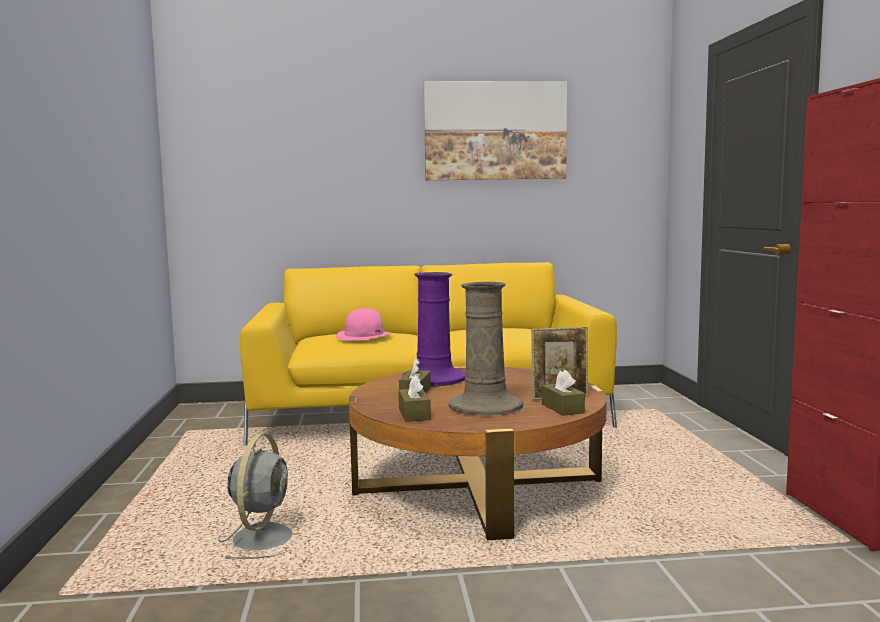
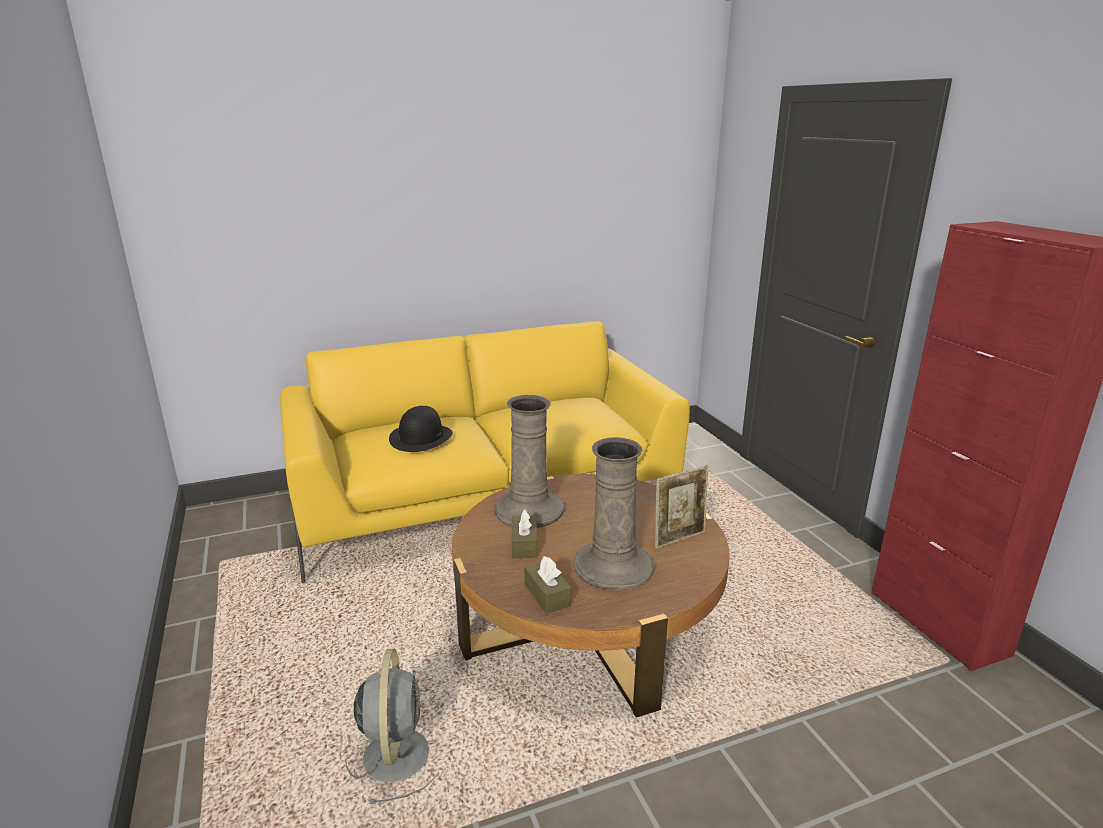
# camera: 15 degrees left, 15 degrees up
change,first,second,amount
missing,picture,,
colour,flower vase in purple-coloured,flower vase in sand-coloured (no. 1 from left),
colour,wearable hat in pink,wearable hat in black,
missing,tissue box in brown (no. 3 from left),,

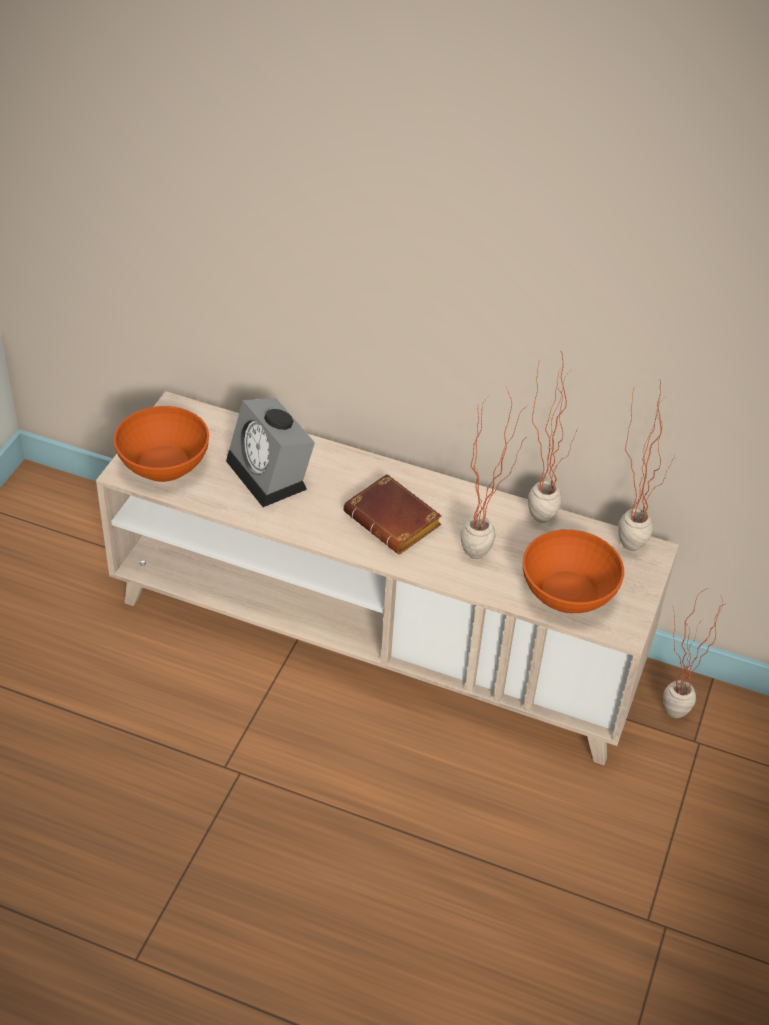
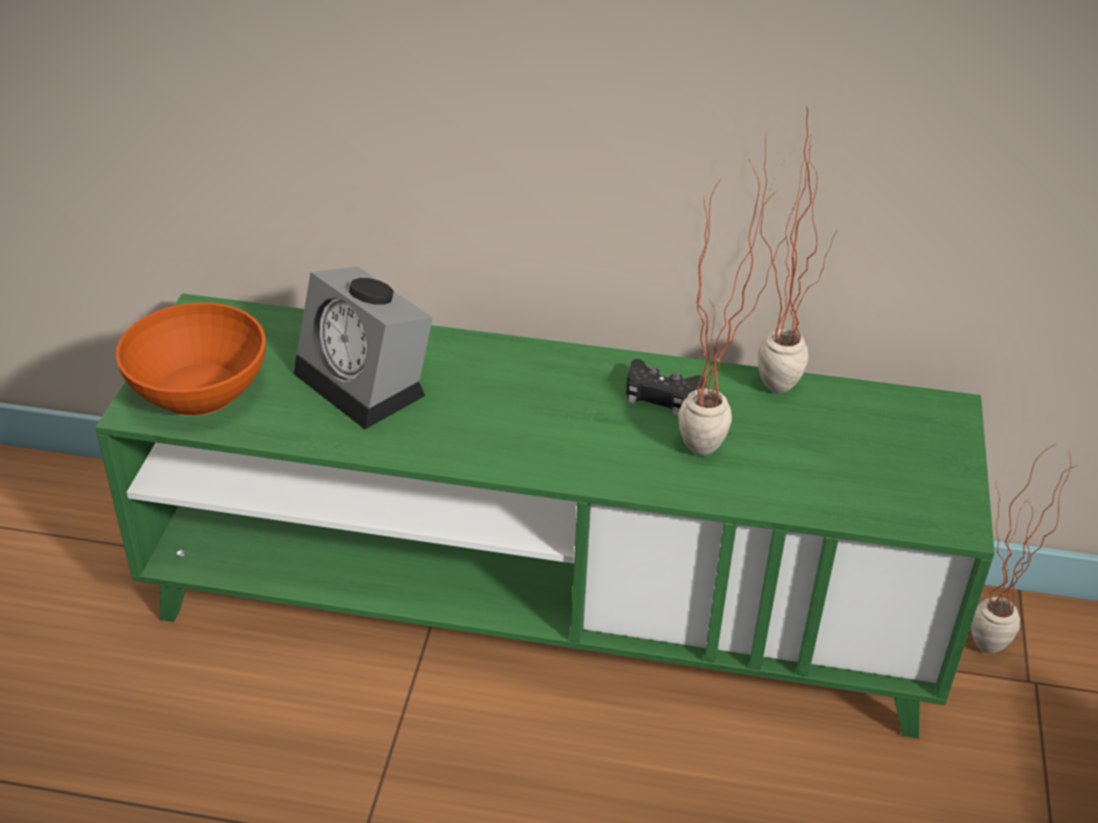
# camera: 10 degrees left, 5 degrees down
change,first,second,amount
missing,houseplant (no. 3 from left),,
colour,tv unit in sand-coloured,tv unit in greenish,
missing,volume in brown,,
missing,bowl in orange-coloured (no. 2 from left),,
appeared,,gamepad in black,

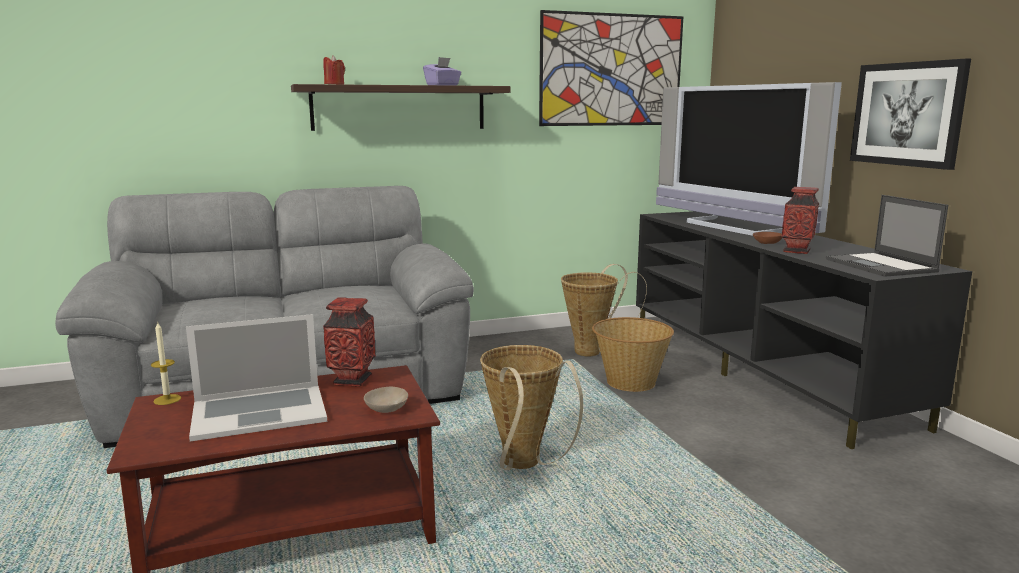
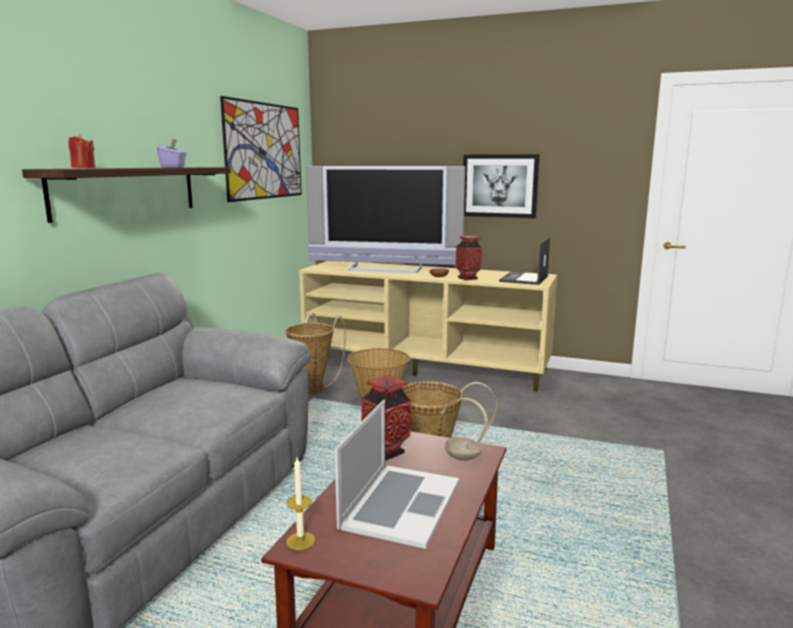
# camera: 50 degrees left, 0 degrees up
change,first,second,amount
spun,notebook computer (no. 2 from left),,90 degrees clockwise
colour,tv unit in black,tv unit in sand-coloured,

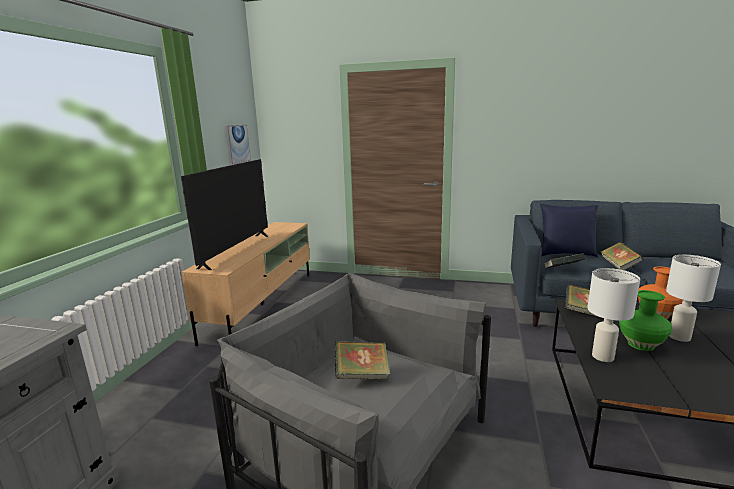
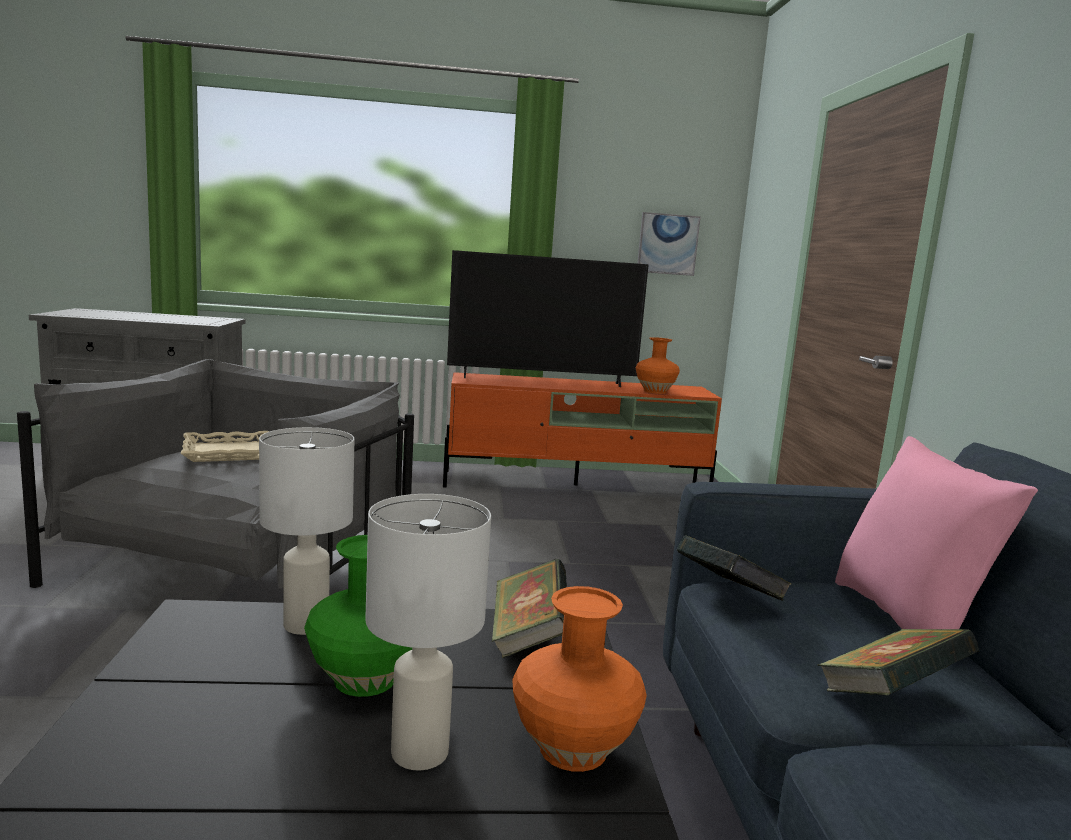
# camera: 70 degrees right, 5 degrees down
change,first,second,amount
colour,cushion in blue,cushion in pink,
colour,tv unit in sand-coloured,tv unit in orange-coloured,
exchanged,volume (no. 1 from left),carrying tray in sand-coloured,
appeared,,flower vase in orange-coloured (no. 2 from left),

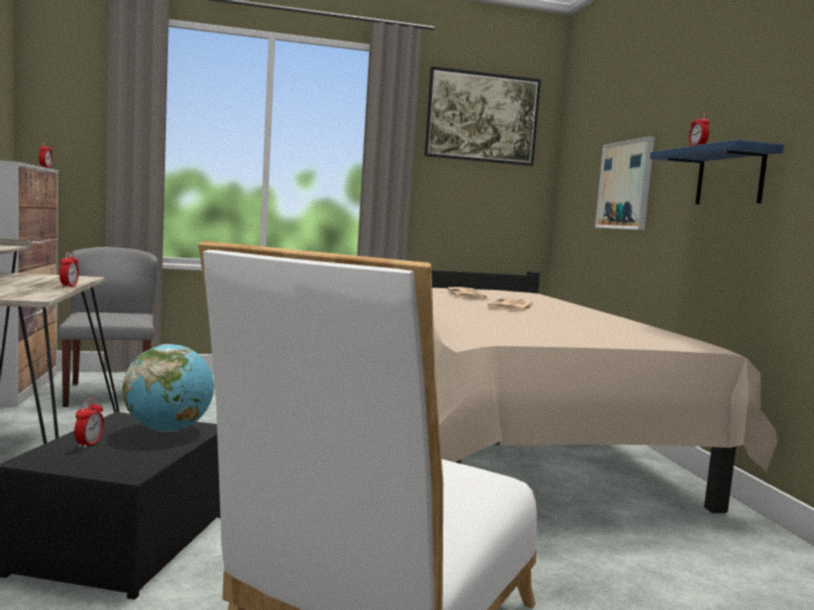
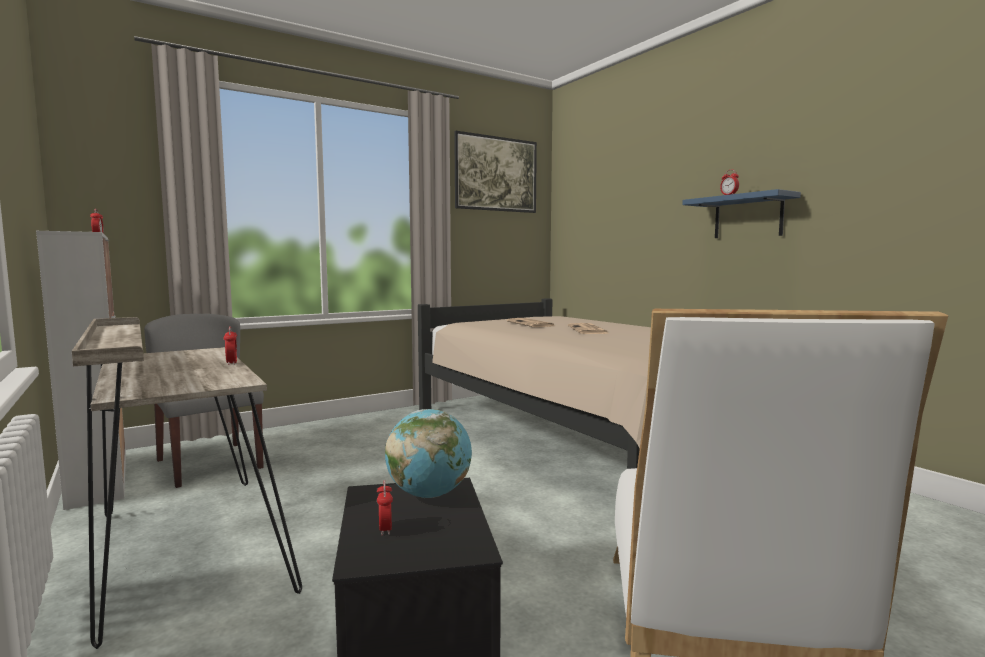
# camera: 20 degrees left, 0 degrees up
change,first,second,amount
missing,picture (no. 2 from left),,

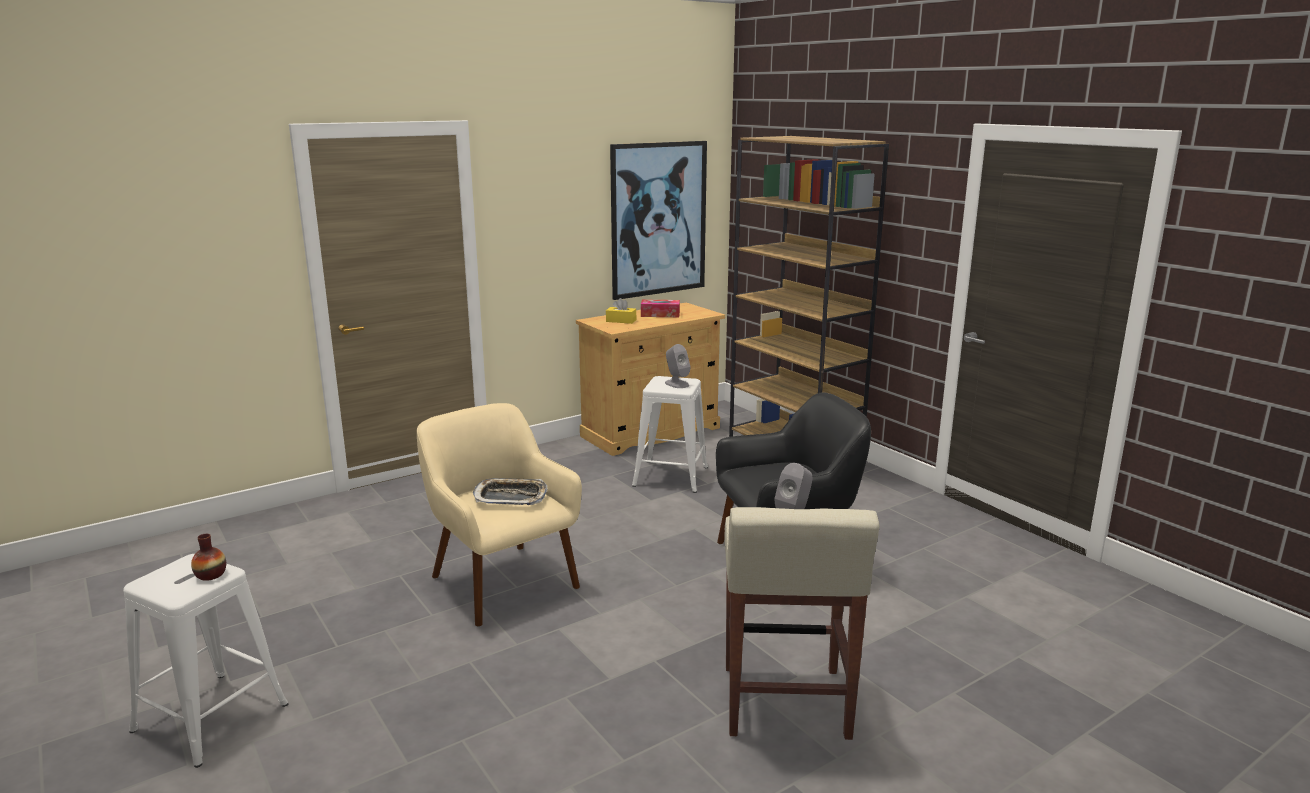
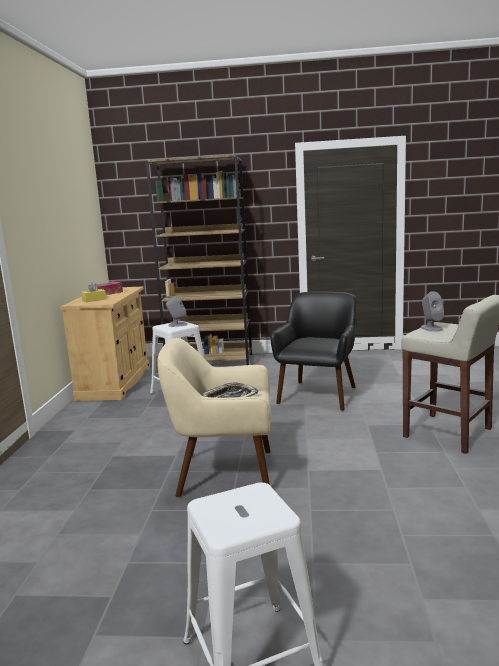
# camera: 50 degrees left, 5 degrees down
change,first,second,amount
missing,picture,,
missing,flower vase,,

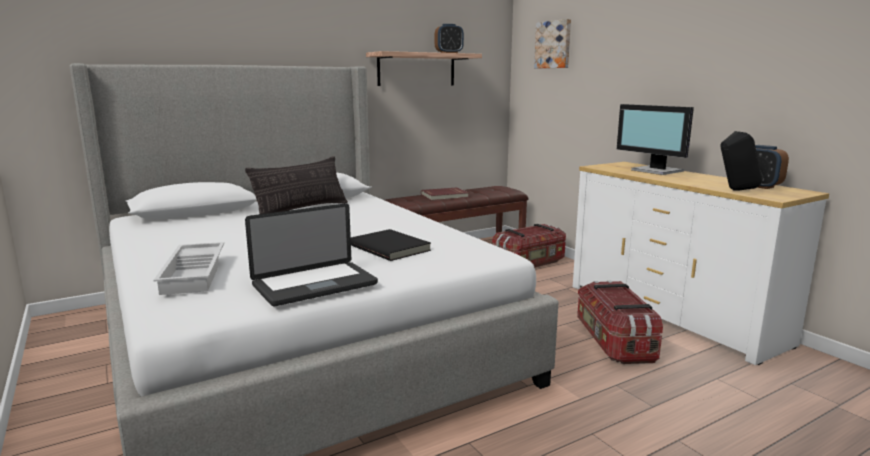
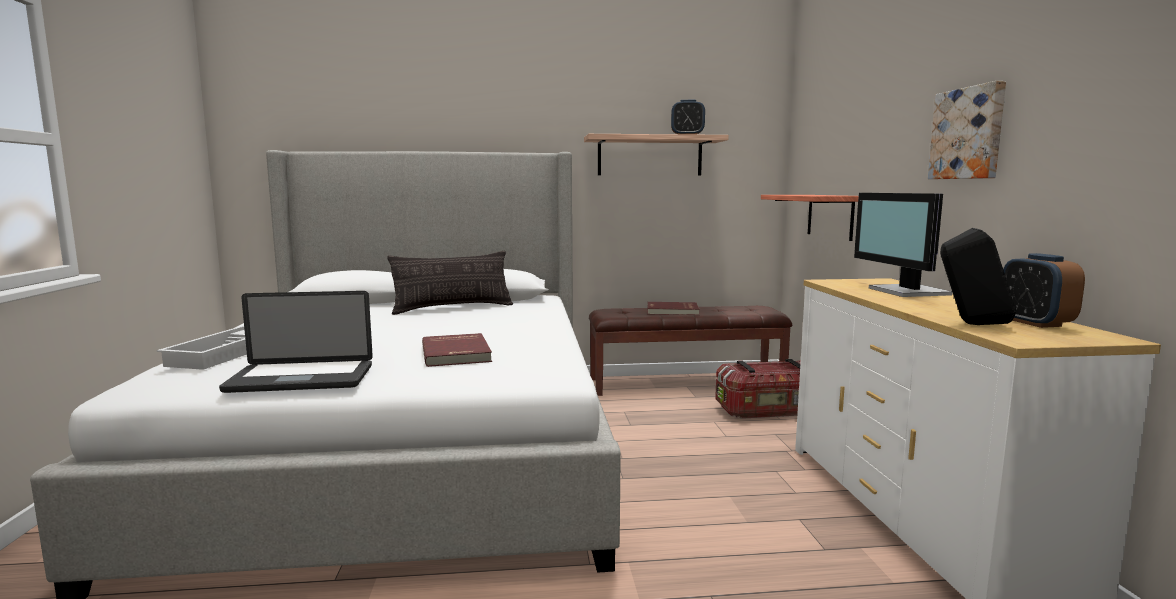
# camera: 25 degrees right, 5 degrees down
change,first,second,amount
relocated,picture,,
colour,volume in black,volume in reddish (no. 1 from left),
missing,storage box (no. 2 from left),,
appeared,,shelf (no. 2 from left),

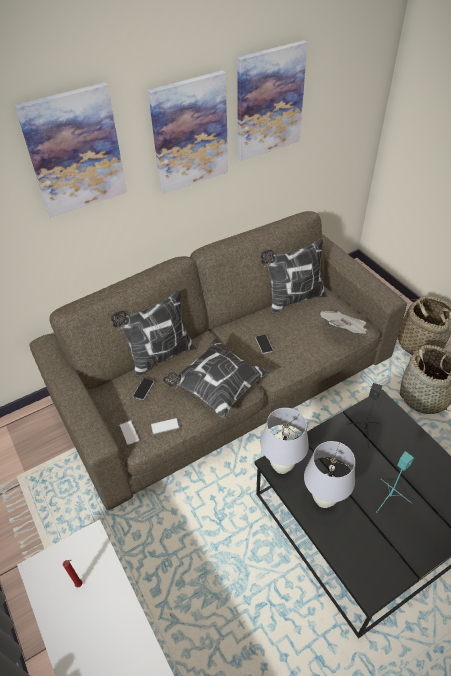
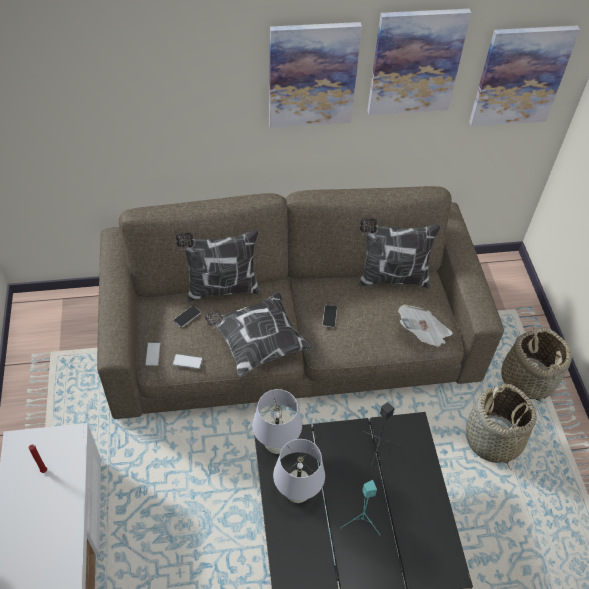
# camera: 20 degrees right, 5 degrees up
change,first,second,amount
relocated,picture (no. 1 from left in the first image),picture (no. 3 from left),

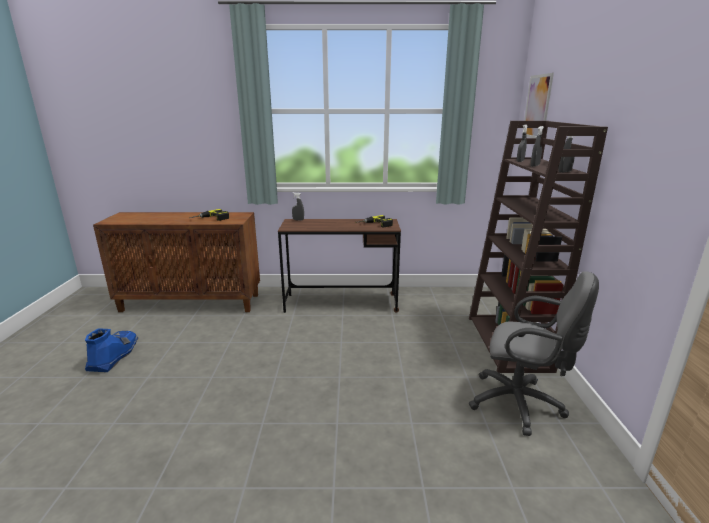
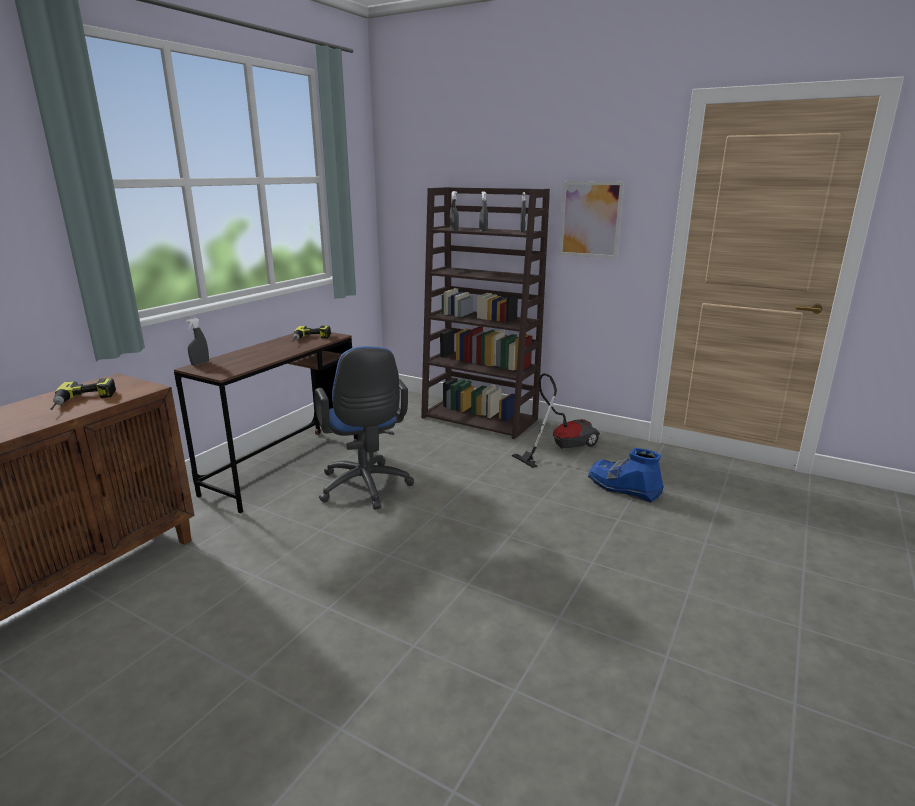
# camera: 60 degrees left, 0 degrees up
change,first,second,amount
relocated,picture,,
exchanged,computer chair in grey,hoover,
relocated,boot in blue,,
appeared,,computer chair in blue,

